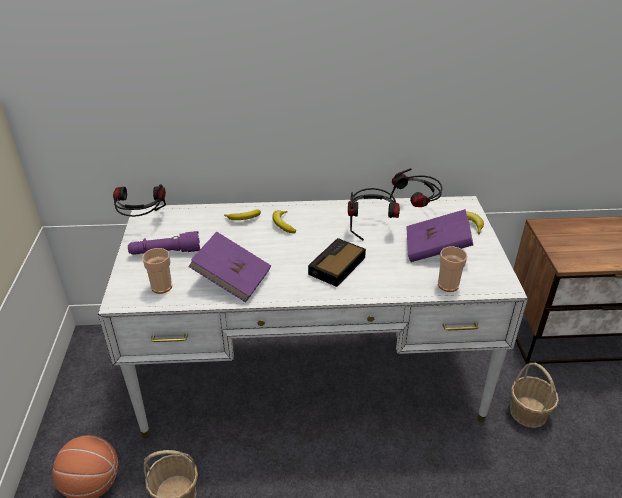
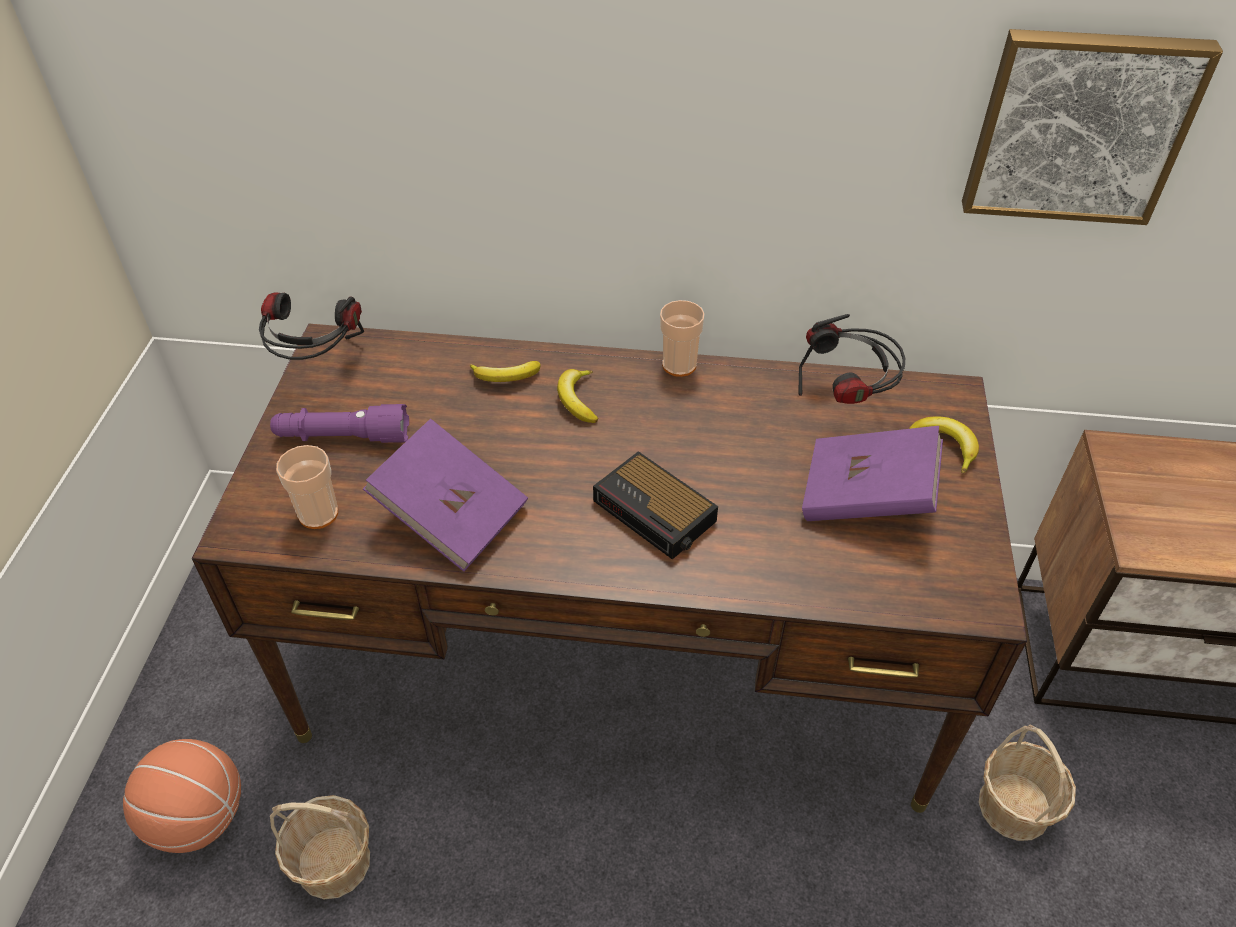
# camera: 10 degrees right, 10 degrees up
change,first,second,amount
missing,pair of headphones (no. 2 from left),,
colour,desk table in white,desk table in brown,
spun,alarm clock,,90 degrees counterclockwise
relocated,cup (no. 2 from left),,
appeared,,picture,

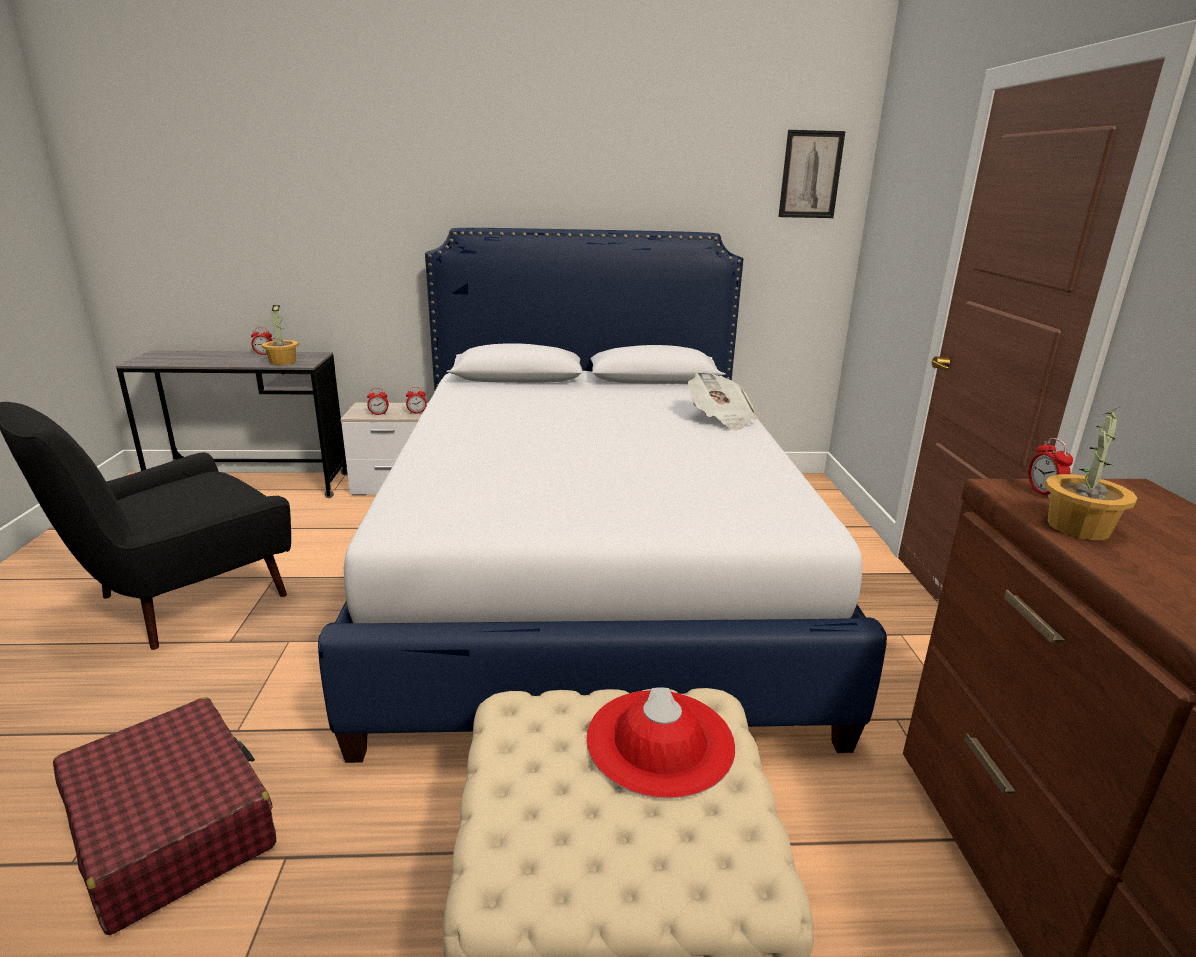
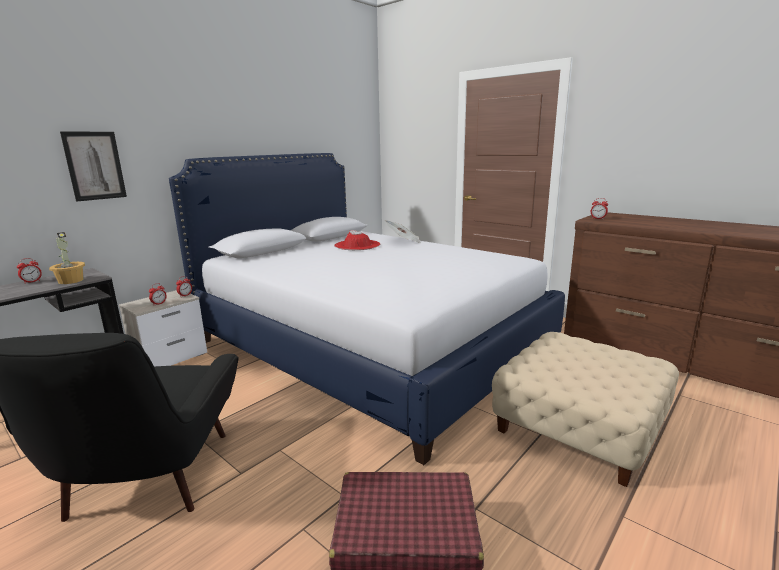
# camera: 45 degrees left, 5 degrees down
change,first,second,amount
relocated,picture,,
missing,houseplant (no. 2 from left),,
relocated,wearable hat in reddish,,

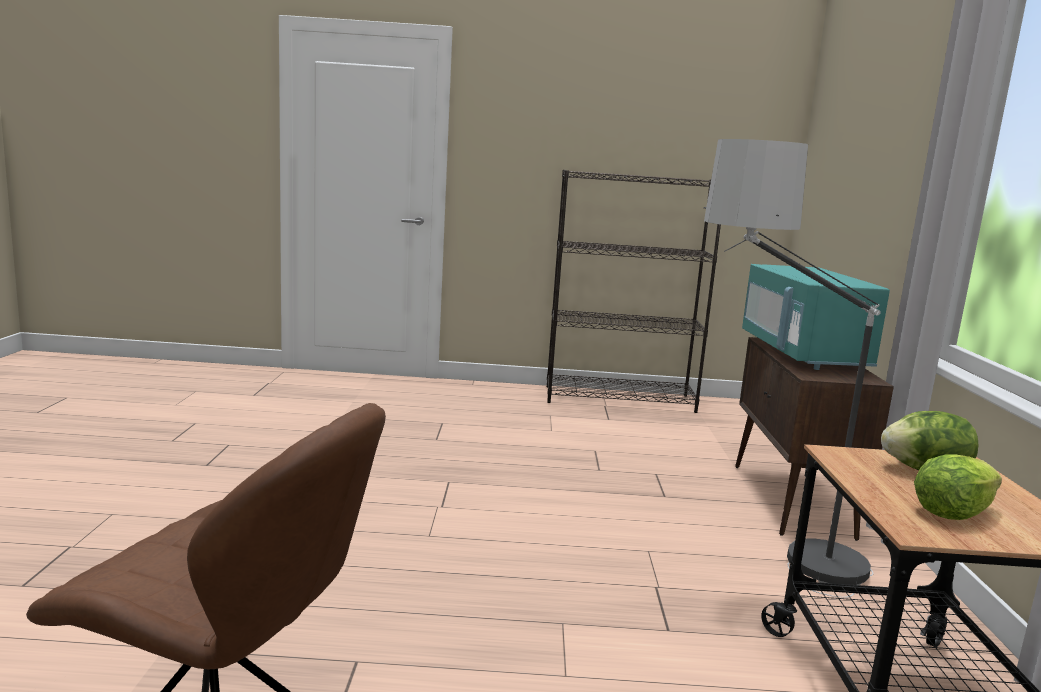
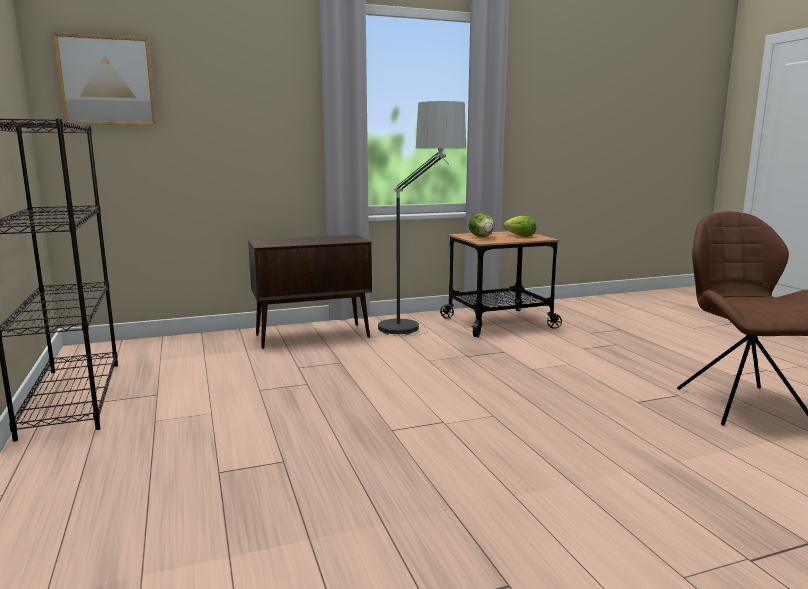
# camera: 110 degrees left, 0 degrees up
change,first,second,amount
missing,microwave oven in blue-green,,
appeared,,picture,

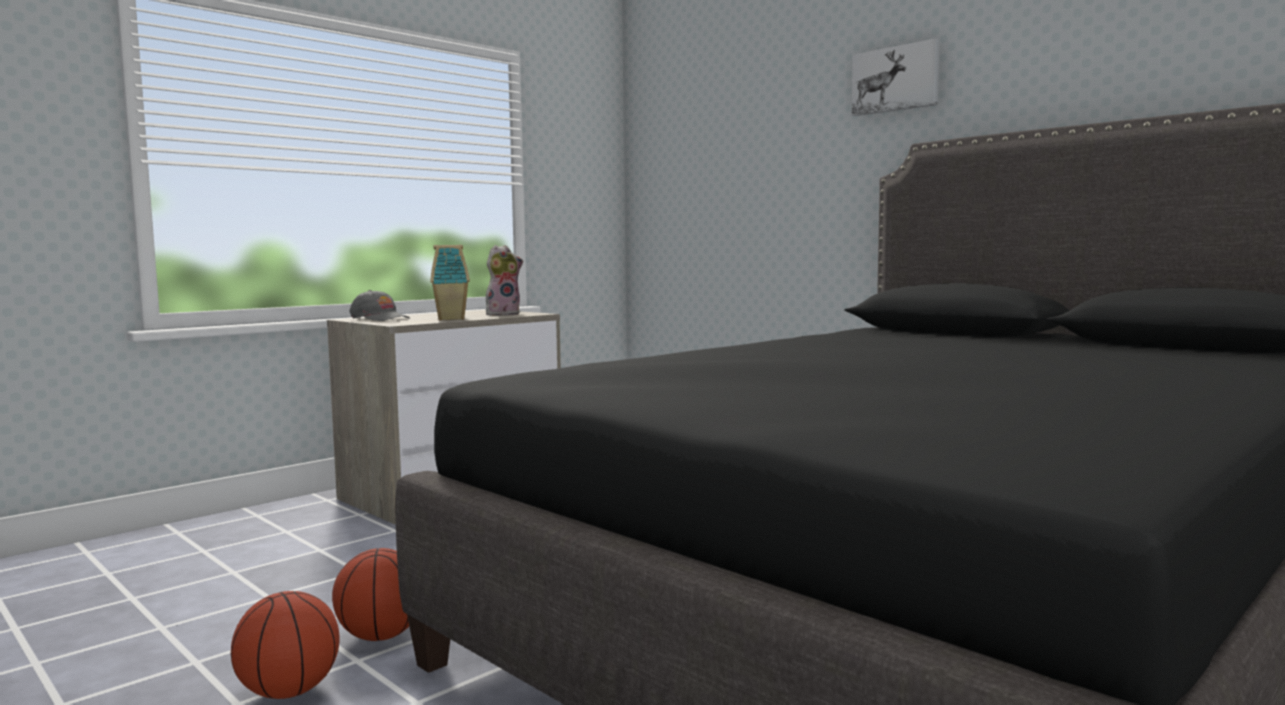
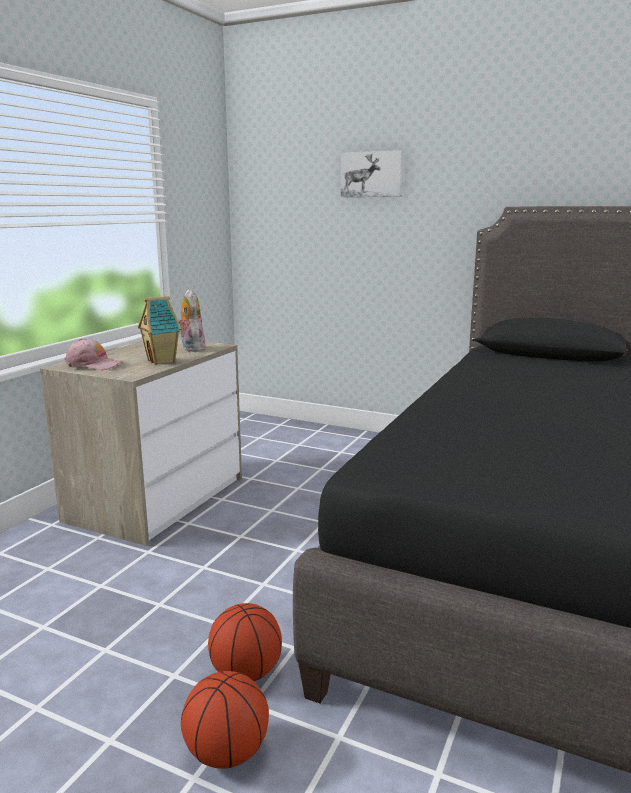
# camera: 20 degrees left, 10 degrees up
change,first,second,amount
relocated,picture,,
spun,cuddly toy,,60 degrees counterclockwise
colour,peaked cap in grey,peaked cap in pink,

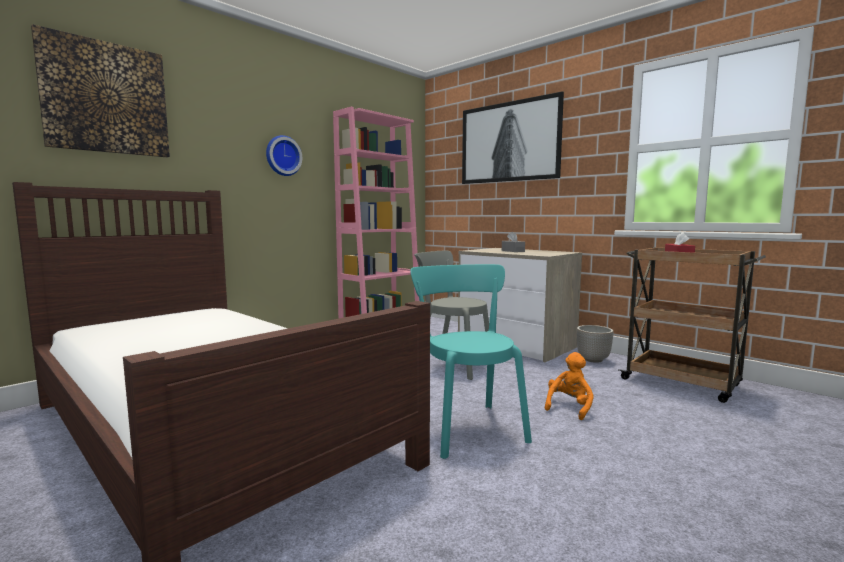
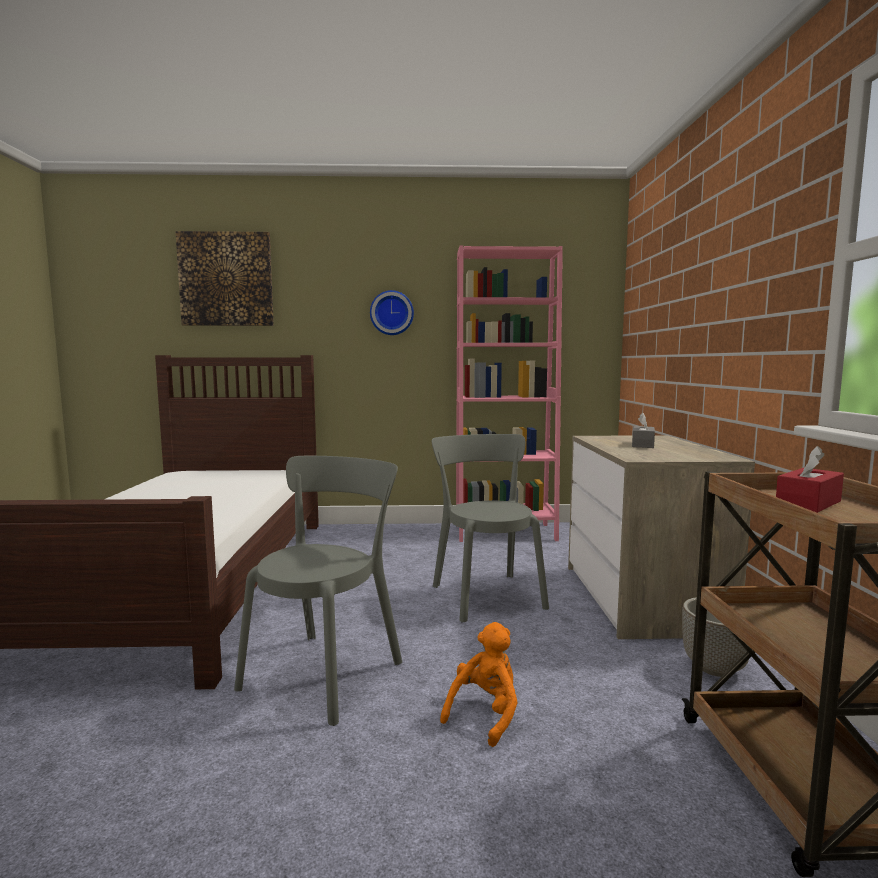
# camera: 45 degrees right, 0 degrees up
change,first,second,amount
missing,picture (no. 2 from left),,
colour,chair in blue-green,chair in grey (no. 1 from left),
spun,cuddly toy in orange-coloured,,45 degrees counterclockwise

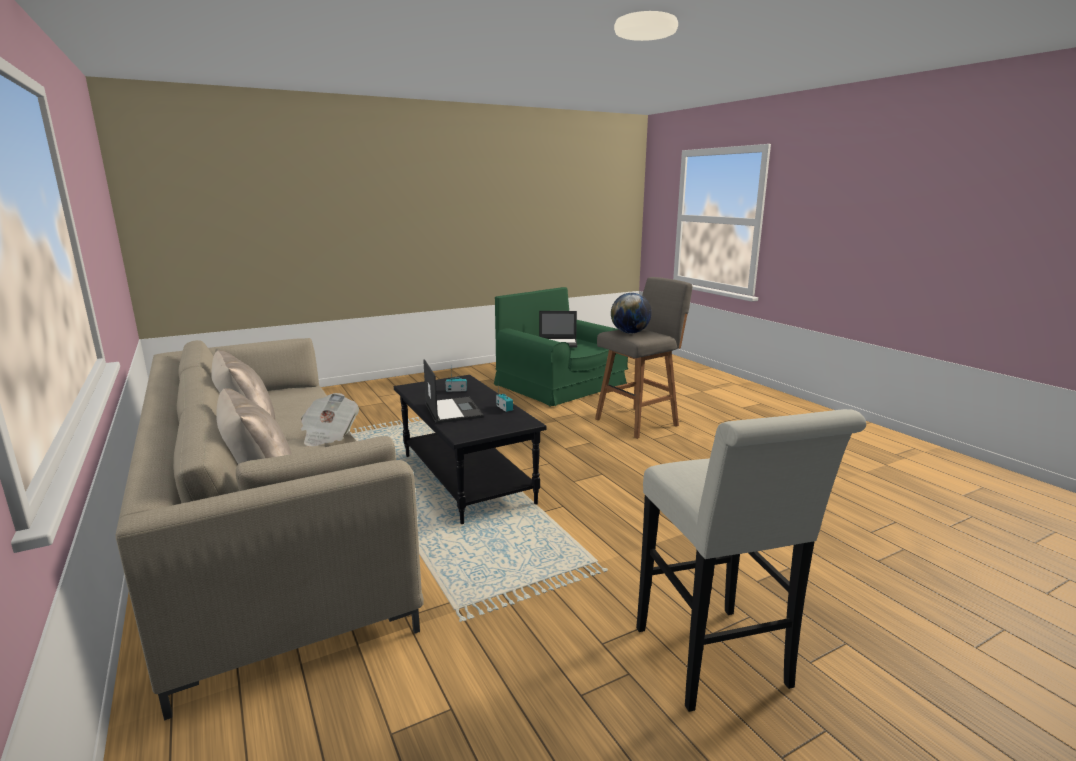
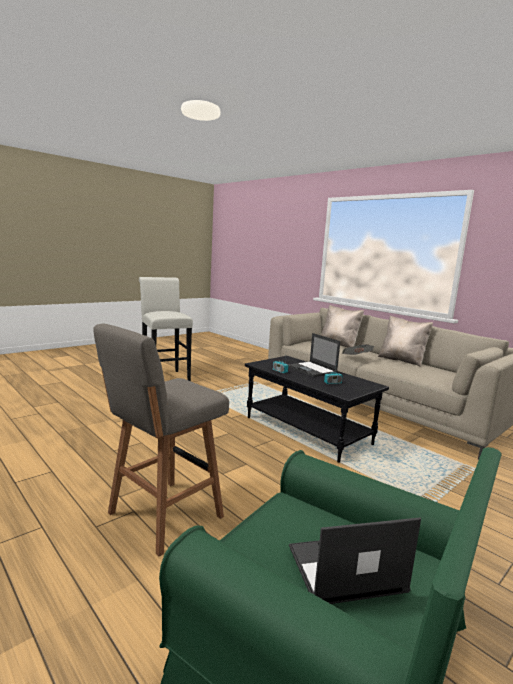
# camera: 165 degrees right, 5 degrees down
change,first,second,amount
missing,desk globe,,

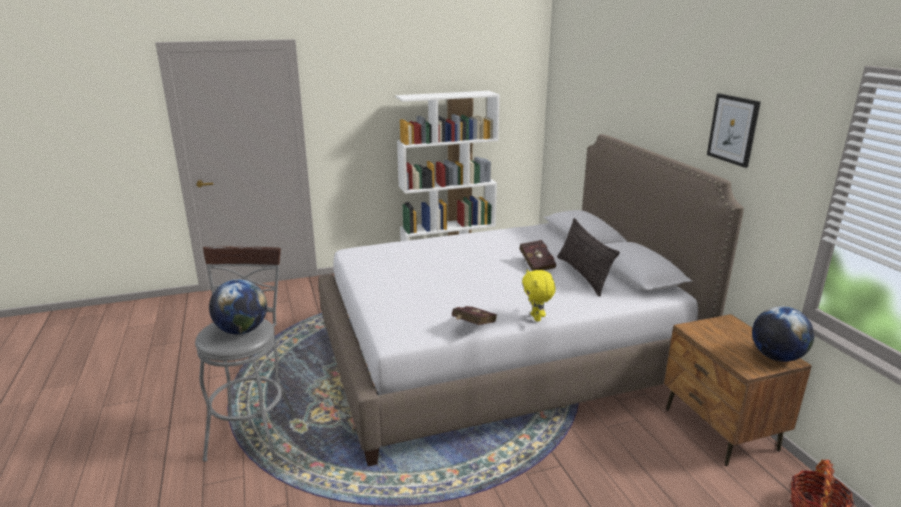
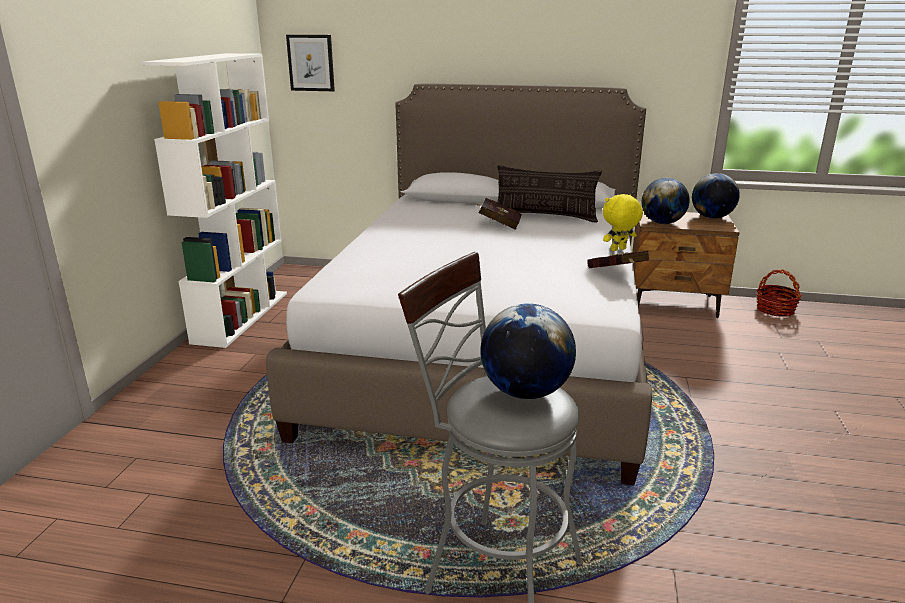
# camera: 60 degrees left, 0 degrees up
change,first,second,amount
relocated,picture,,
spun,cuddly toy in yellow,,135 degrees clockwise
appeared,,desk globe (no. 2 from left),

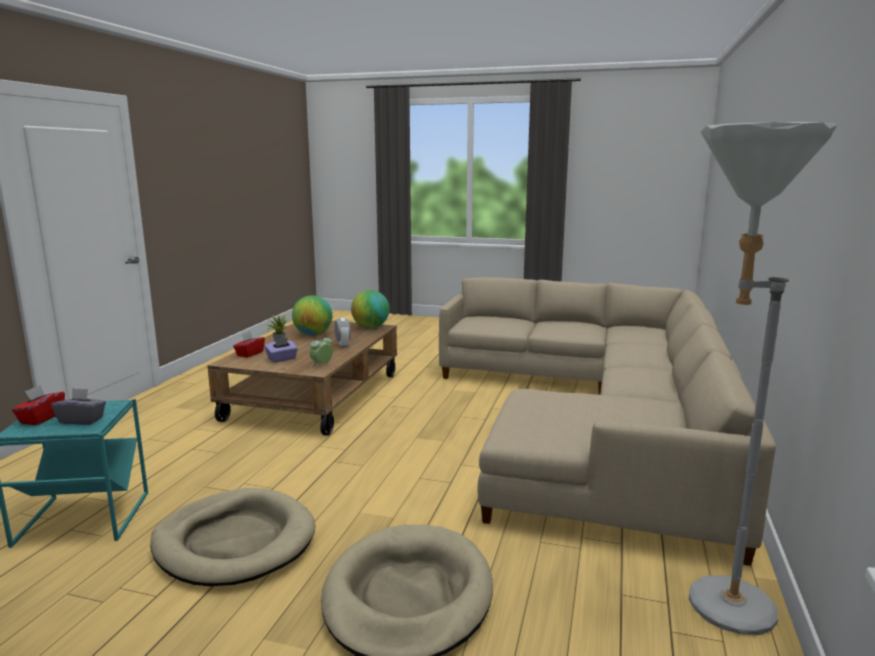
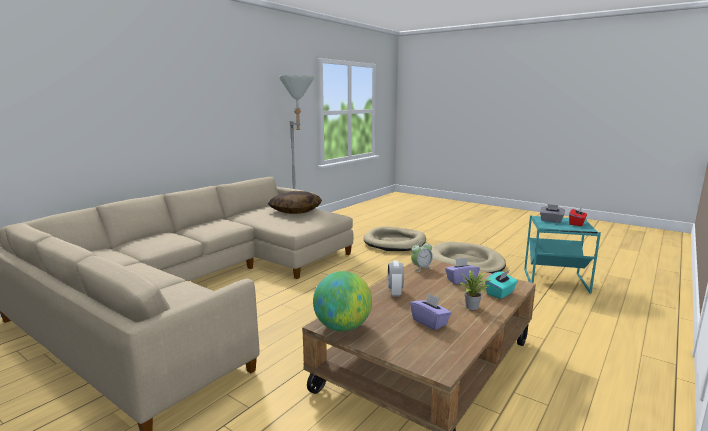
# camera: 160 degrees left, 0 degrees up
change,first,second,amount
exchanged,desk globe (no. 1 from left),tissue box in purple-coloured (no. 1 from left),
colour,tissue box in reddish (no. 2 from left),tissue box in blue-green,
appeared,,cushion,

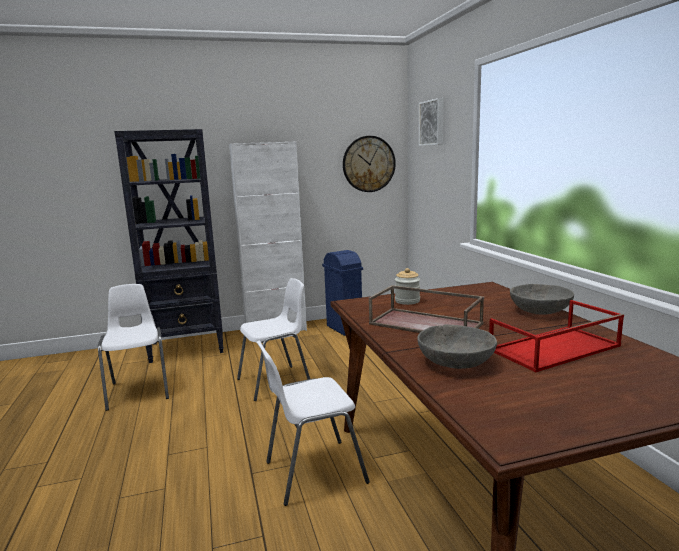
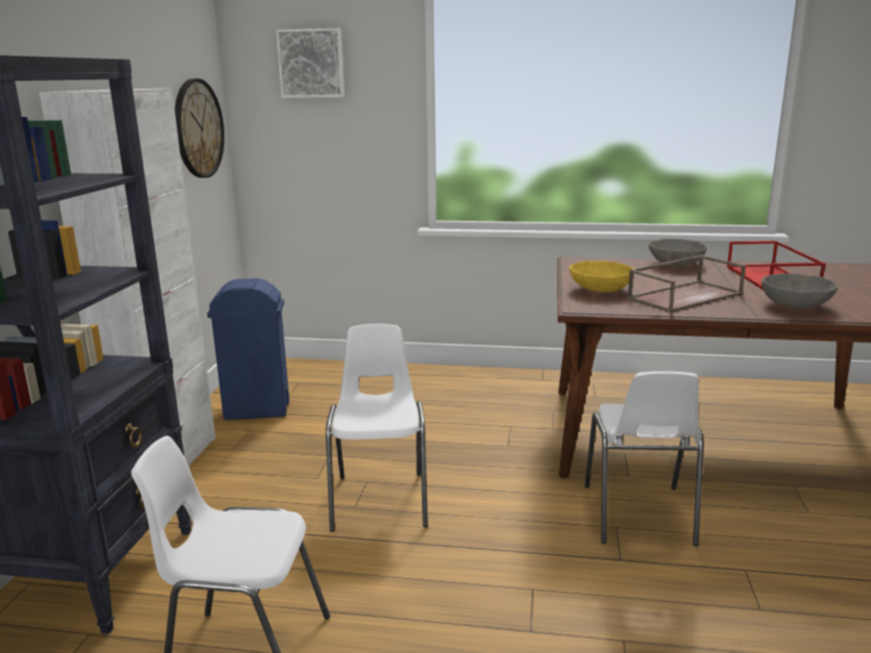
# camera: 65 degrees left, 5 degrees up
change,first,second,amount
exchanged,preserve jar,bowl in yellow,

